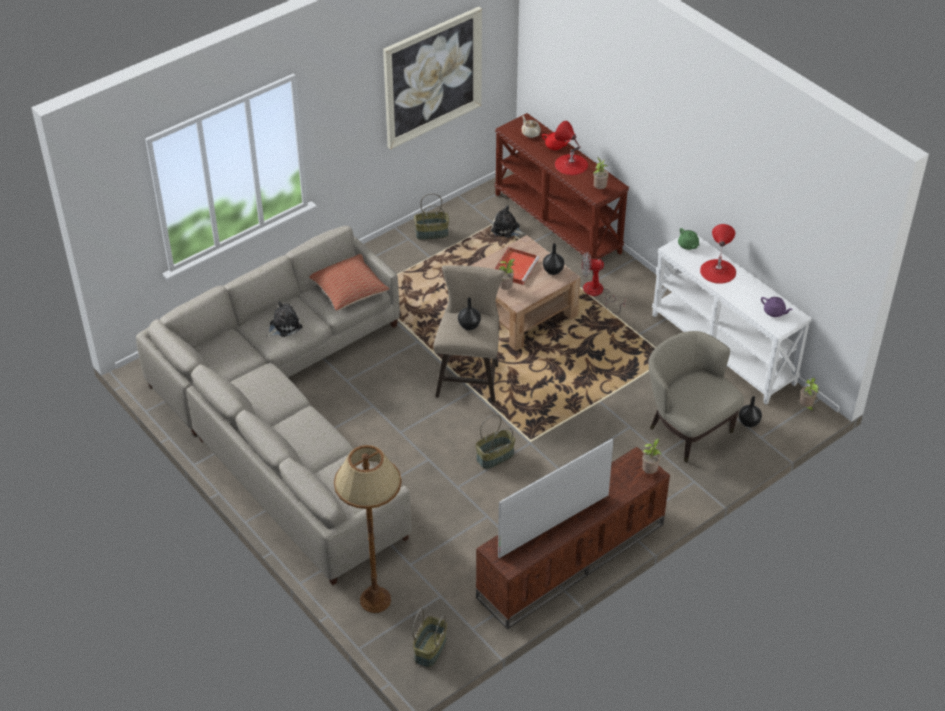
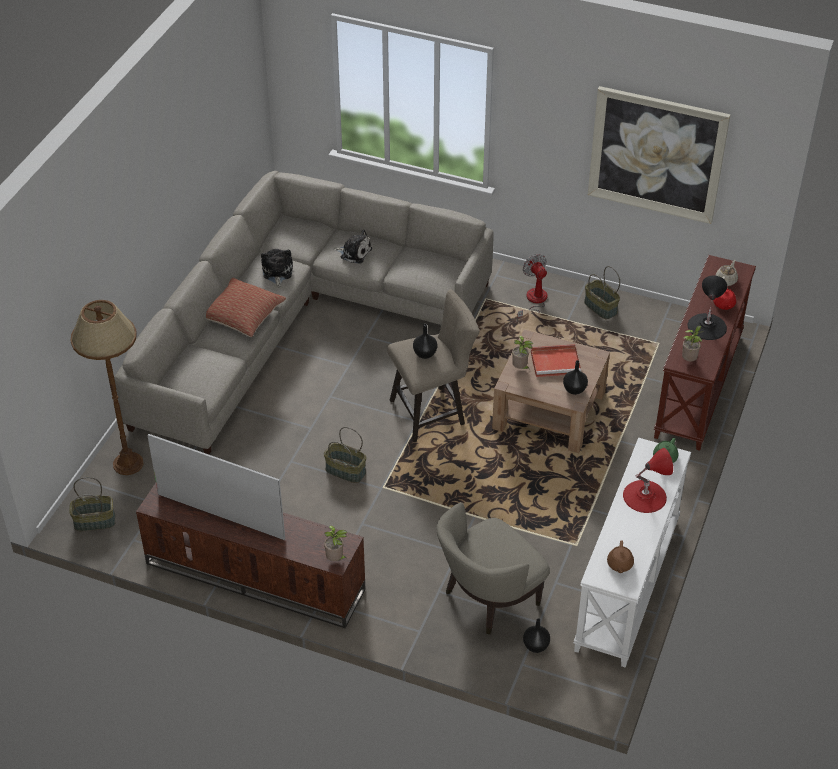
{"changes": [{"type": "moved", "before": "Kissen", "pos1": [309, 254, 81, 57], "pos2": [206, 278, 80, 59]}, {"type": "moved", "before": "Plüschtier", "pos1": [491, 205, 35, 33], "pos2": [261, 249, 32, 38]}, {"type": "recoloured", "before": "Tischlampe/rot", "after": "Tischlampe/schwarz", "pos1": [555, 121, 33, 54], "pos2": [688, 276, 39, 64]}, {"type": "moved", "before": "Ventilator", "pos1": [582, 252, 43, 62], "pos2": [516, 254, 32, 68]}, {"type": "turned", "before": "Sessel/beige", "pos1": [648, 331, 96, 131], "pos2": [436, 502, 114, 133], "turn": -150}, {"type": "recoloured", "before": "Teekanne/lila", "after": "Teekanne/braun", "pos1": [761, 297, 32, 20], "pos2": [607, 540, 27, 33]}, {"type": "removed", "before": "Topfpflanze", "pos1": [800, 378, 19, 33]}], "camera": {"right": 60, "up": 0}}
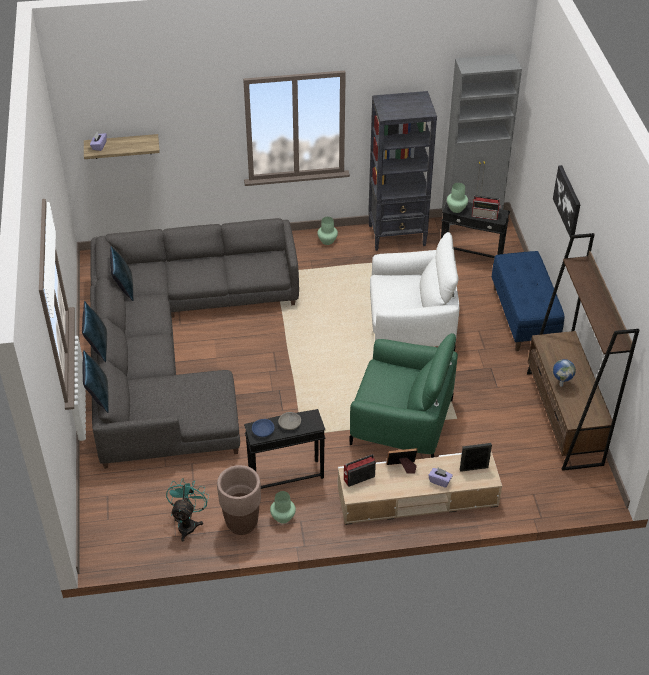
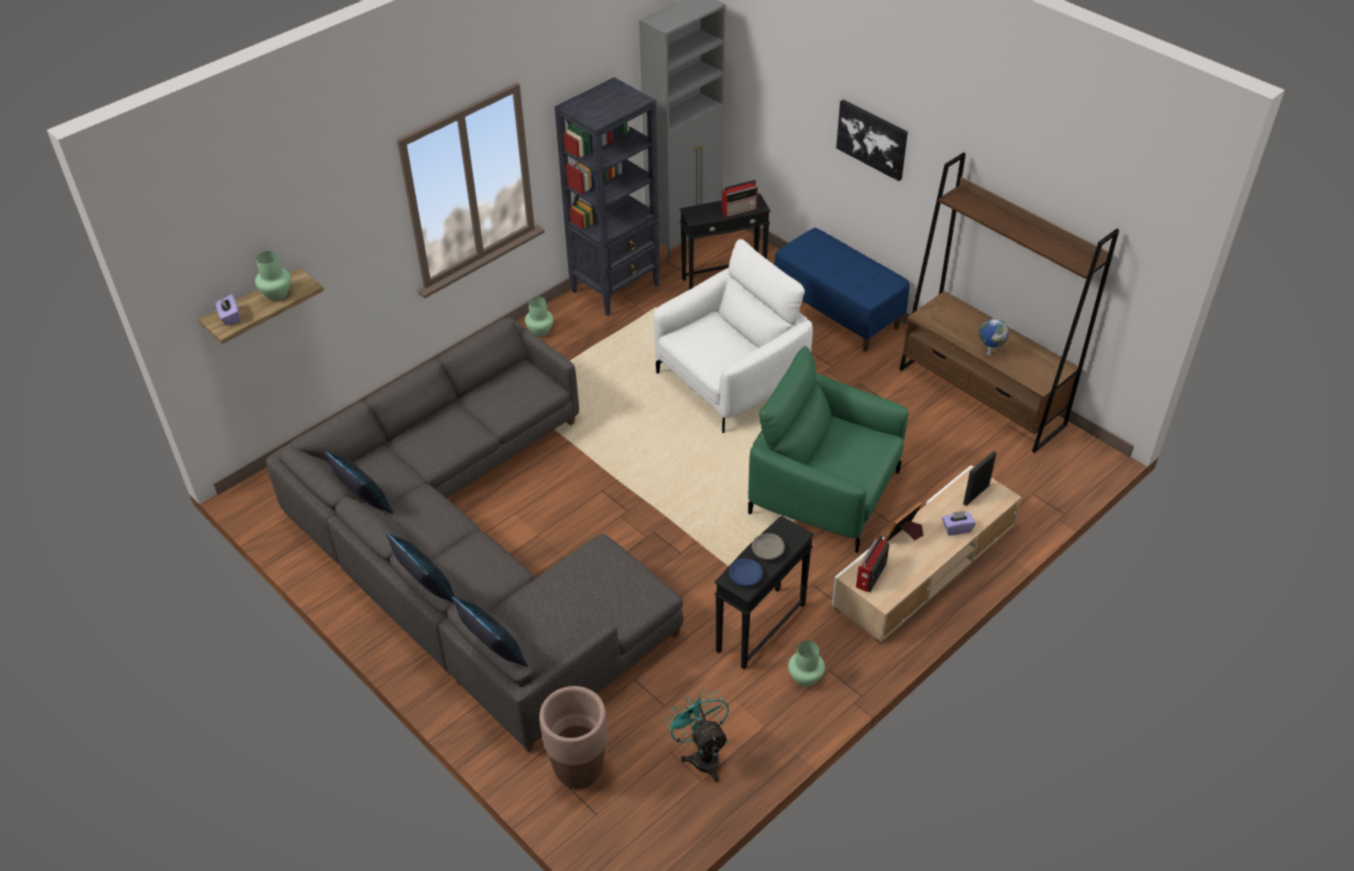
{"changes": [{"type": "moved", "before": "Pflanzkübel/braun", "pos1": [217, 465, 44, 70], "pos2": [539, 686, 68, 103]}, {"type": "turned", "before": "Sessel/grün", "pos1": [350, 333, 108, 125], "pos2": [748, 346, 160, 207], "turn": -135}, {"type": "moved", "before": "Vase/grün", "pos1": [447, 183, 21, 30], "pos2": [255, 251, 36, 50]}], "camera": {"right": -35, "up": 0}}
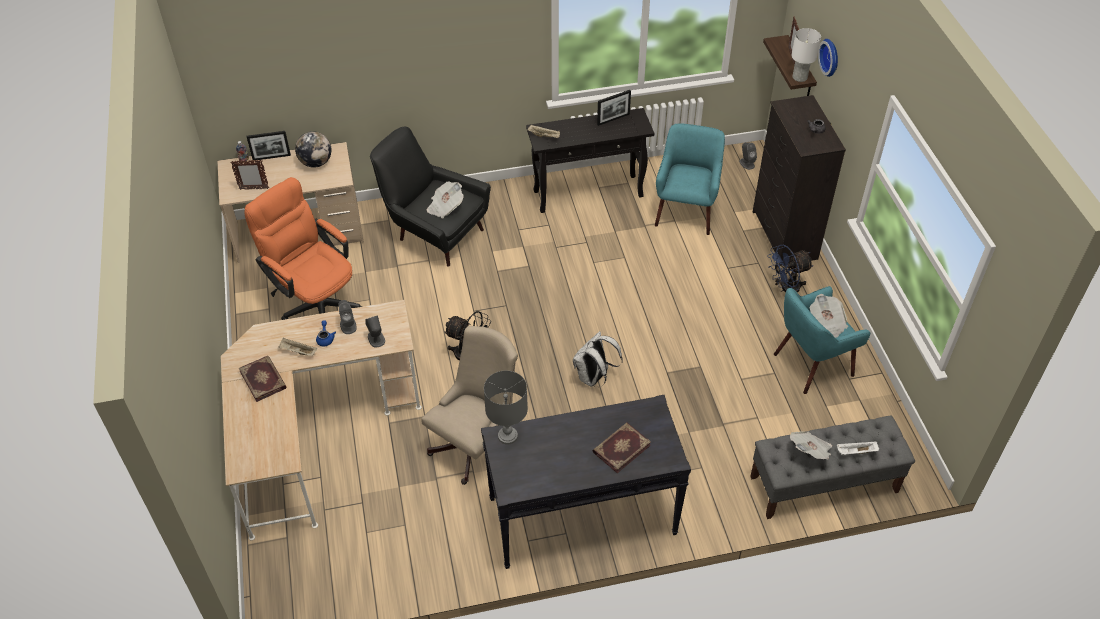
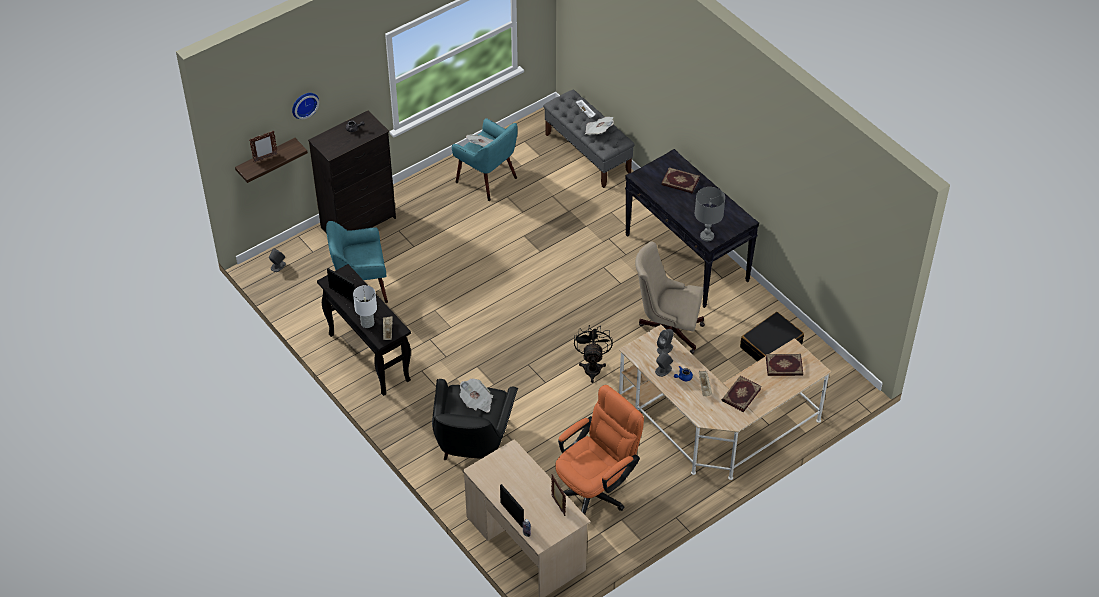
{"changes": [{"type": "turned", "before": "Bürostuhl/orange", "pos1": [244, 177, 118, 143], "pos2": [555, 385, 89, 130], "turn": -150}, {"type": "removed", "before": "Globus", "pos1": [295, 131, 36, 36]}, {"type": "removed", "before": "Rucksack/weiß", "pos1": [573, 331, 50, 56]}, {"type": "removed", "before": "Ventilator/blau", "pos1": [768, 245, 45, 48]}, {"type": "moved", "before": "Tischlampe/weiß", "pos1": [791, 28, 30, 54], "pos2": [353, 285, 24, 43]}, {"type": "added", "after": "Koffer/schwarz", "pos2": [740, 312, 64, 49]}, {"type": "added", "after": "Buch", "pos2": [766, 354, 37, 22]}], "camera": {"right": -115, "up": 0}}
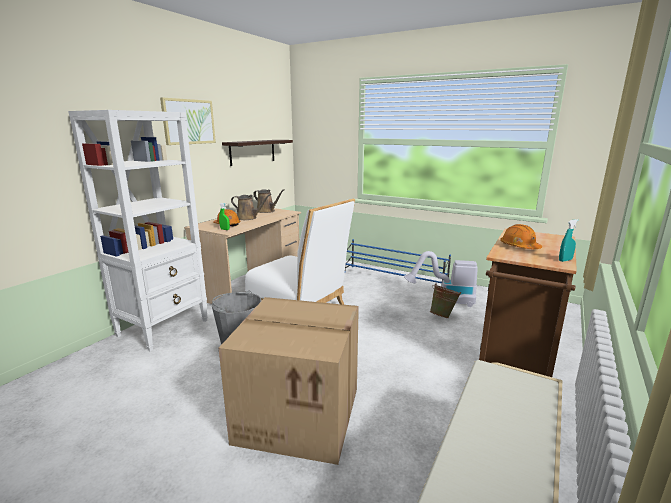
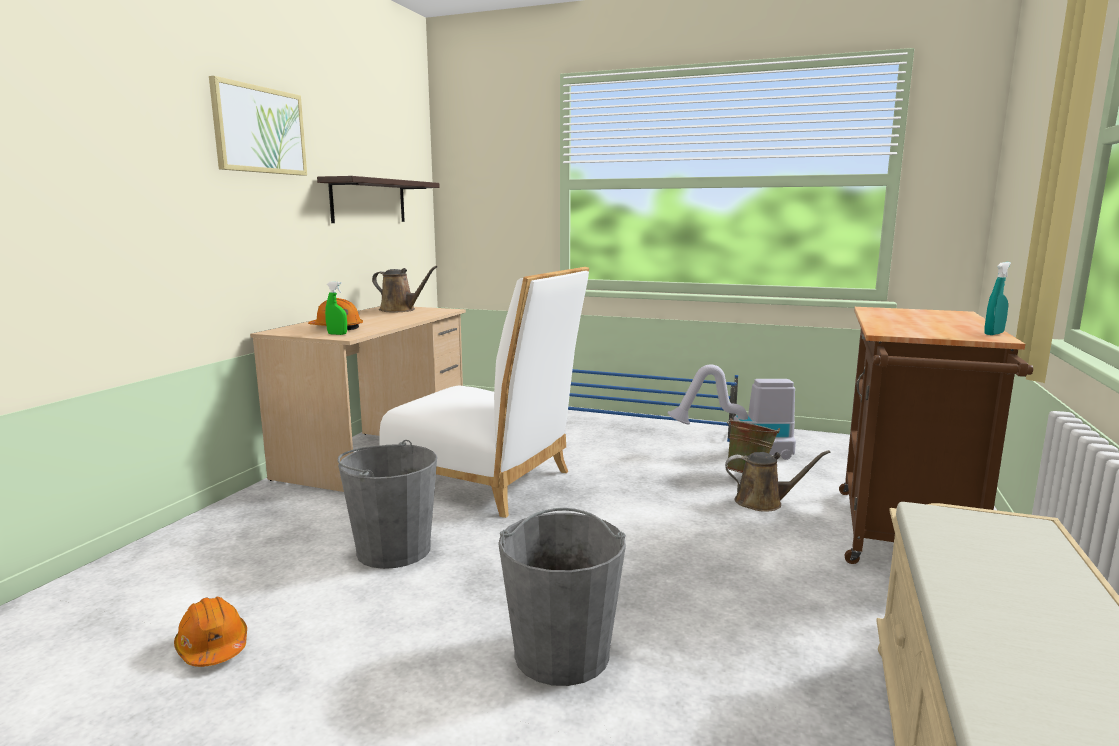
{"changes": [{"type": "removed", "before": "Bücherregal/weiß", "pos1": [68, 110, 140, 241]}, {"type": "replaced", "before": "Karton", "after": "Eimer/grau", "pos1": [219, 297, 140, 168], "pos2": [498, 508, 128, 178]}, {"type": "moved", "before": "Gießkanne/braun", "pos1": [231, 194, 40, 26], "pos2": [725, 450, 106, 62]}, {"type": "moved", "before": "Schutzhelm/orange", "pos1": [500, 224, 42, 25], "pos2": [174, 597, 73, 70]}], "camera": {"right": -10, "up": -5}}
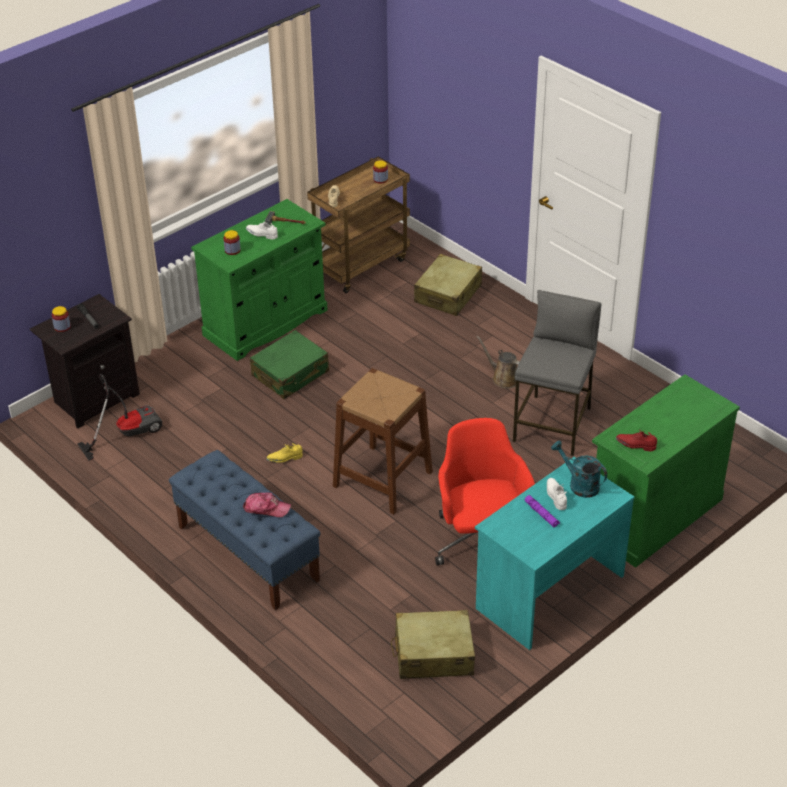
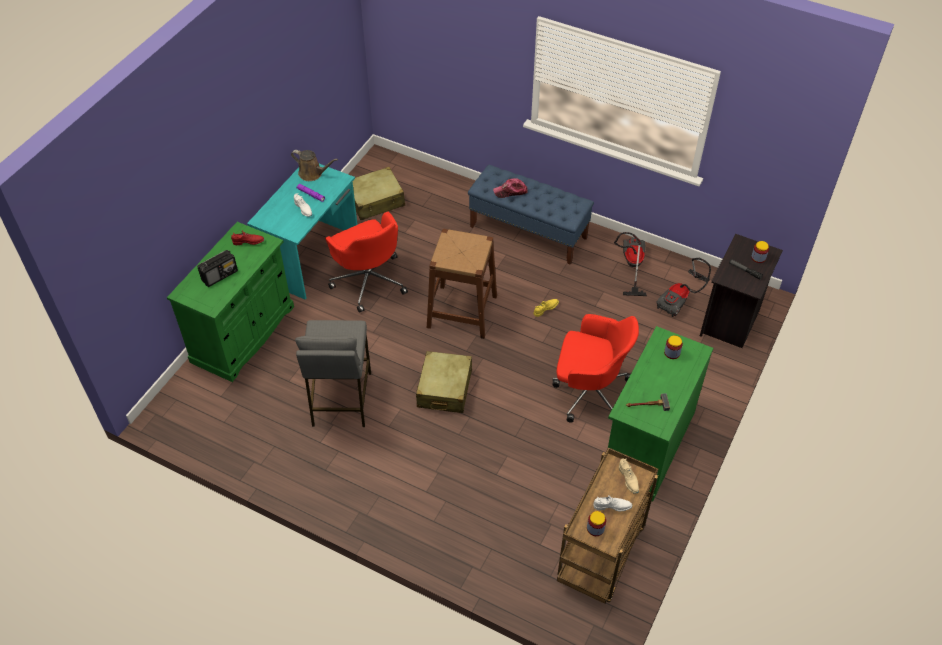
{"changes": [{"type": "moved", "before": "Schuh/weiß", "pos1": [246, 222, 32, 17], "pos2": [593, 495, 39, 16]}, {"type": "replaced", "before": "Koffer/grün", "after": "Bürostuhl/rot", "pos1": [250, 330, 79, 69], "pos2": [552, 314, 87, 109]}, {"type": "moved", "before": "Koffer/beige", "pos1": [414, 254, 68, 62], "pos2": [416, 351, 56, 62]}, {"type": "moved", "before": "Gießkanne/braun", "pos1": [476, 336, 44, 52], "pos2": [291, 150, 47, 31]}, {"type": "removed", "before": "Gießkanne/türkis", "pos1": [551, 440, 56, 58]}, {"type": "added", "after": "Radio", "pos2": [197, 250, 41, 37]}, {"type": "added", "after": "Staubsauger", "pos2": [614, 232, 33, 64]}], "camera": {"right": 160, "up": 10}}
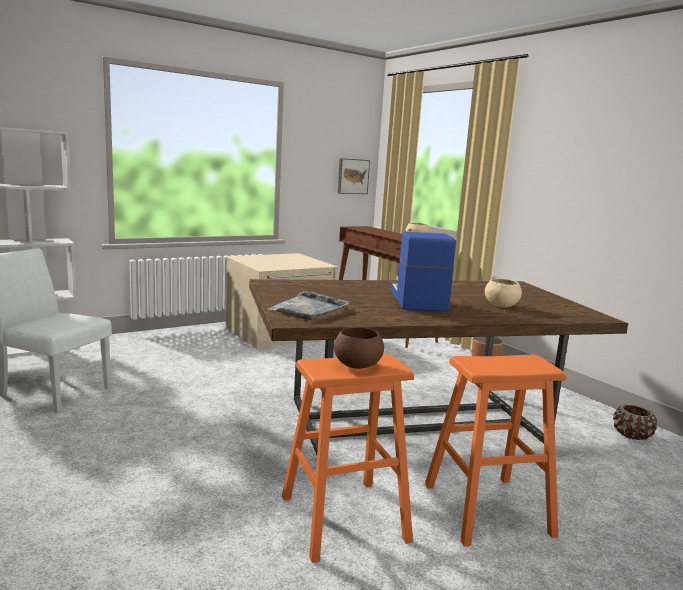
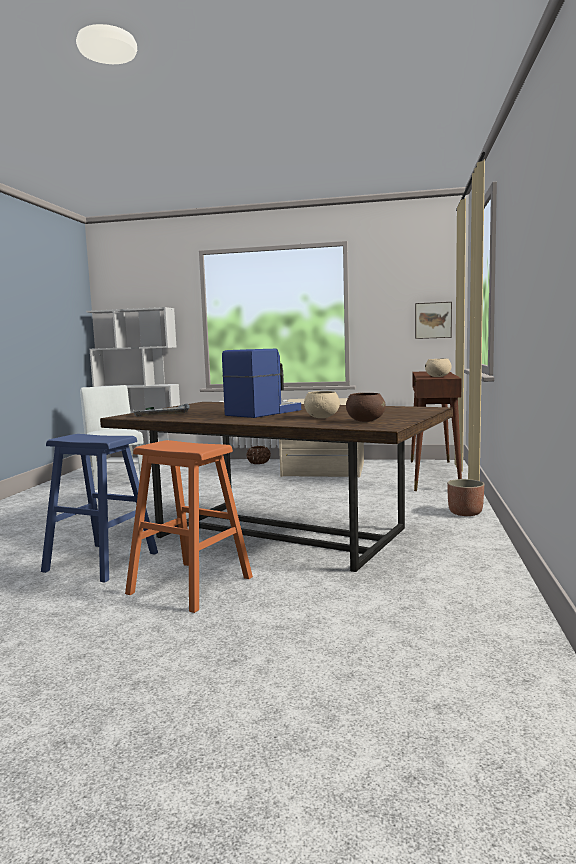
{"changes": [{"type": "recoloured", "before": "Hocker/orange", "after": "Hocker/blau", "pos1": [282, 353, 132, 210], "pos2": [41, 434, 117, 149]}, {"type": "moved", "before": "Schüssel/braun", "pos1": [334, 327, 50, 42], "pos2": [346, 393, 40, 29]}, {"type": "moved", "before": "Pflanzkübel/braun", "pos1": [613, 404, 44, 36], "pos2": [246, 446, 25, 18]}], "camera": {"right": 45, "up": -5}}
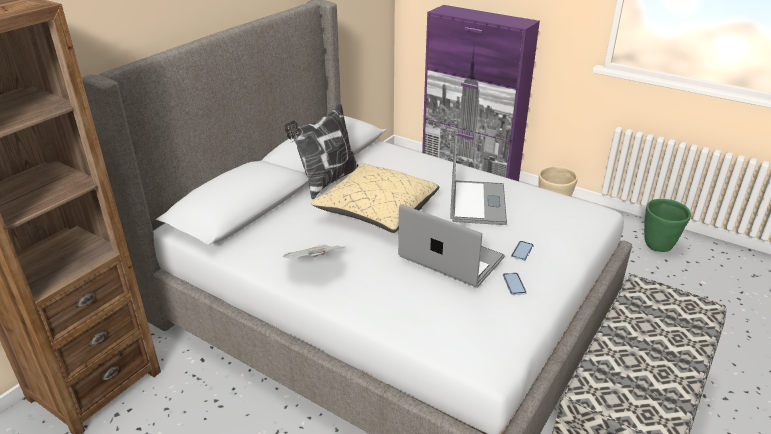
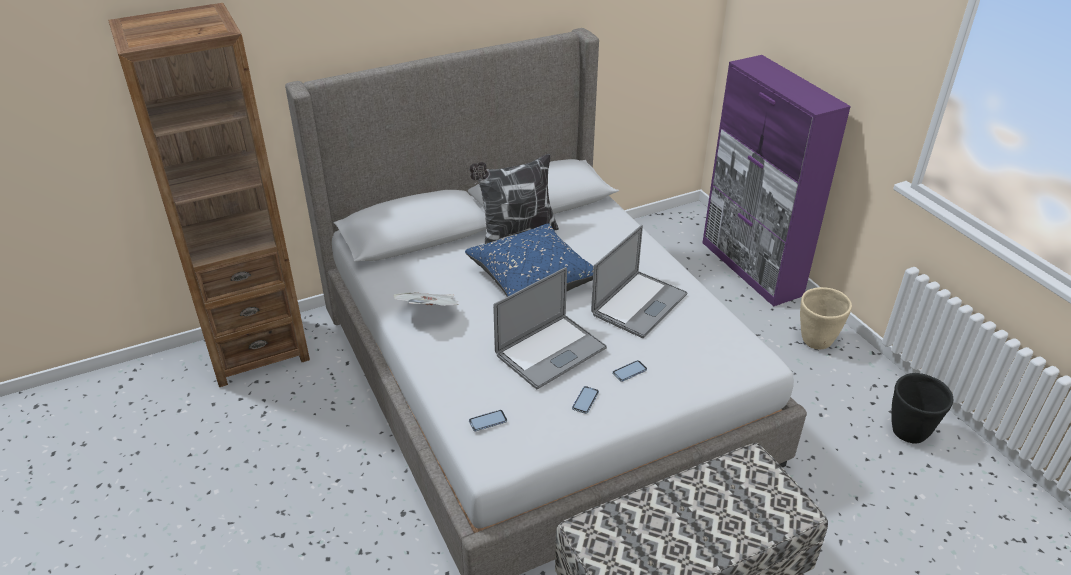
{"changes": [{"type": "recoloured", "before": "Kissen/beige", "after": "Kissen/blau", "pos1": [311, 163, 129, 70], "pos2": [465, 223, 129, 74]}, {"type": "turned", "before": "Laptop", "pos1": [398, 204, 106, 84], "pos2": [493, 267, 114, 122], "turn": 75}, {"type": "recoloured", "before": "Pflanzkübel/grün", "after": "Pflanzkübel/schwarz", "pos1": [644, 199, 47, 53], "pos2": [891, 373, 62, 71]}, {"type": "added", "after": "Handy", "pos2": [469, 410, 38, 21]}], "camera": {"right": 30, "up": 5}}
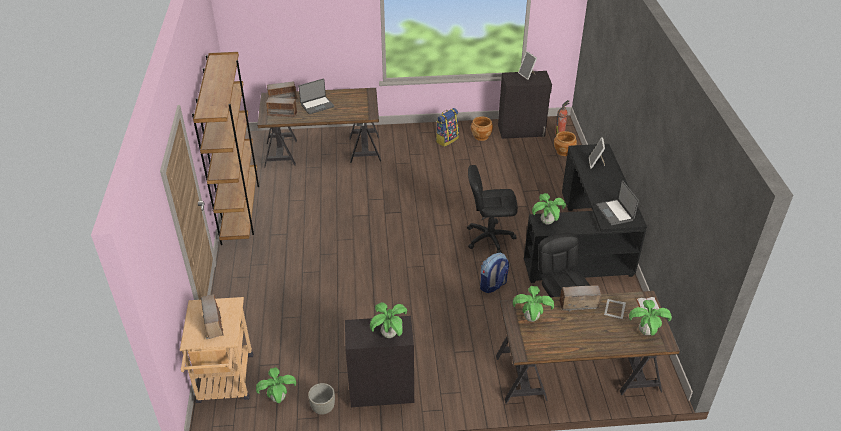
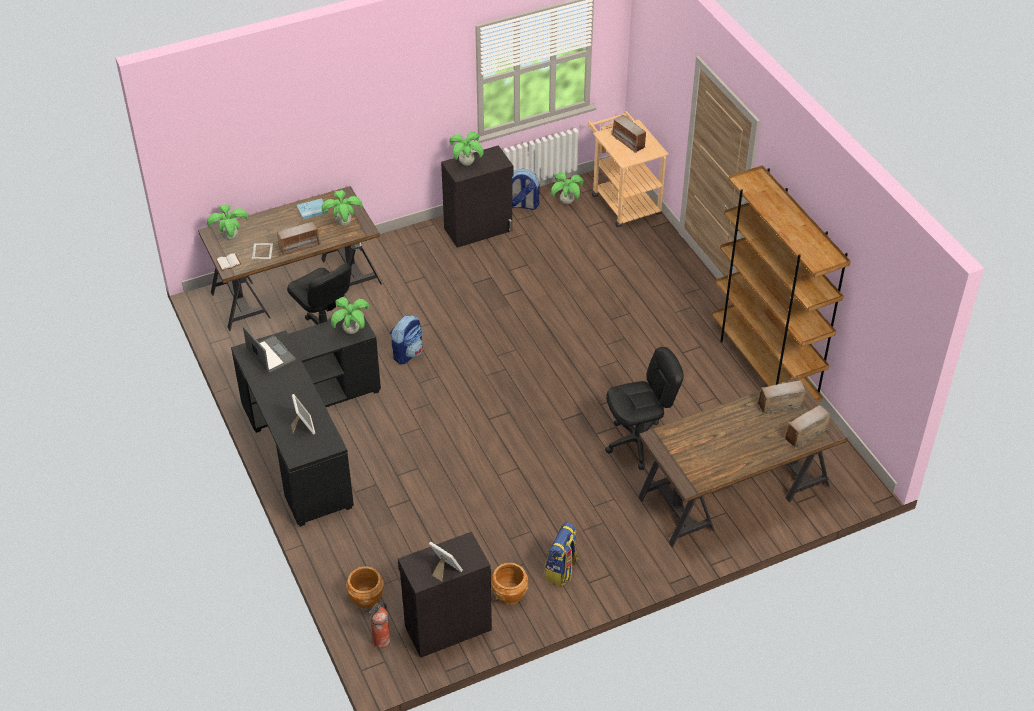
{"changes": [{"type": "removed", "before": "Laptop", "pos1": [298, 78, 36, 36]}, {"type": "replaced", "before": "Pflanzkübel/grau", "after": "Rucksack", "pos1": [308, 383, 27, 32], "pos2": [512, 169, 28, 41]}, {"type": "moved", "before": "Bürostuhl/schwarz", "pos1": [467, 165, 51, 88], "pos2": [605, 347, 79, 123]}, {"type": "added", "after": "Buch/blau", "pos2": [297, 198, 31, 22]}], "camera": {"right": 160, "up": 5}}
